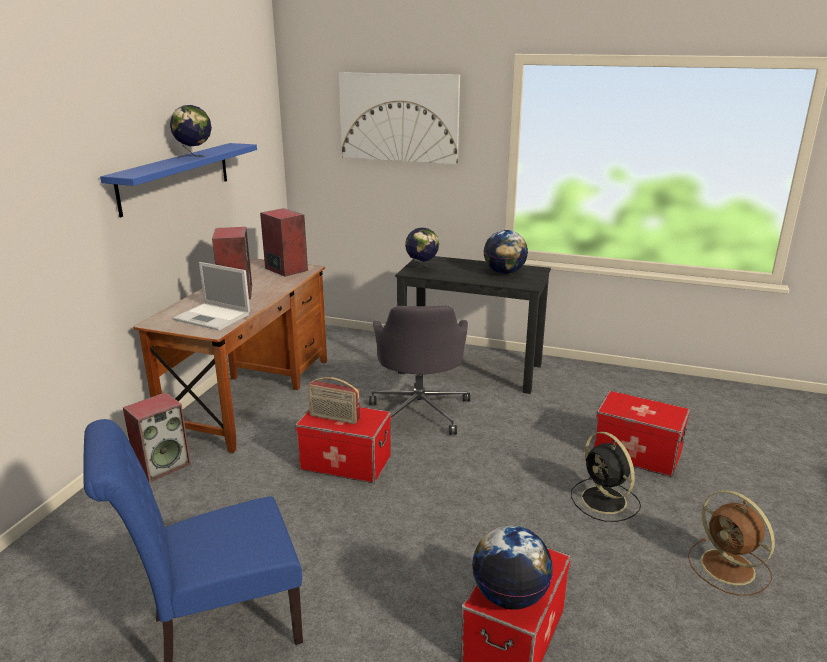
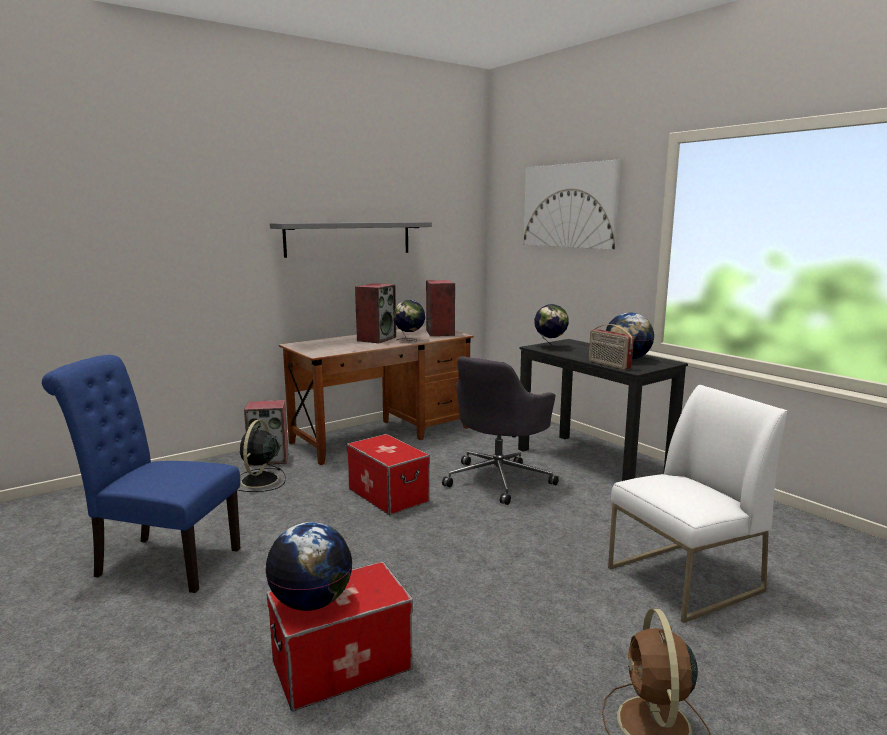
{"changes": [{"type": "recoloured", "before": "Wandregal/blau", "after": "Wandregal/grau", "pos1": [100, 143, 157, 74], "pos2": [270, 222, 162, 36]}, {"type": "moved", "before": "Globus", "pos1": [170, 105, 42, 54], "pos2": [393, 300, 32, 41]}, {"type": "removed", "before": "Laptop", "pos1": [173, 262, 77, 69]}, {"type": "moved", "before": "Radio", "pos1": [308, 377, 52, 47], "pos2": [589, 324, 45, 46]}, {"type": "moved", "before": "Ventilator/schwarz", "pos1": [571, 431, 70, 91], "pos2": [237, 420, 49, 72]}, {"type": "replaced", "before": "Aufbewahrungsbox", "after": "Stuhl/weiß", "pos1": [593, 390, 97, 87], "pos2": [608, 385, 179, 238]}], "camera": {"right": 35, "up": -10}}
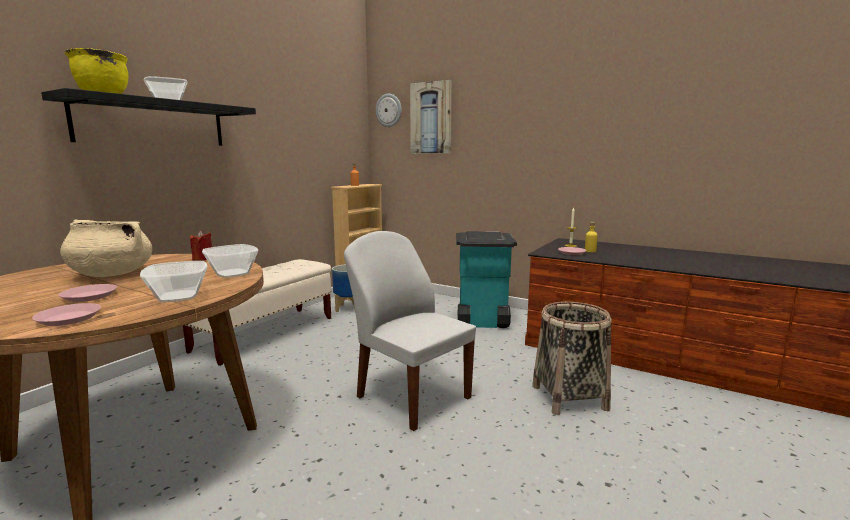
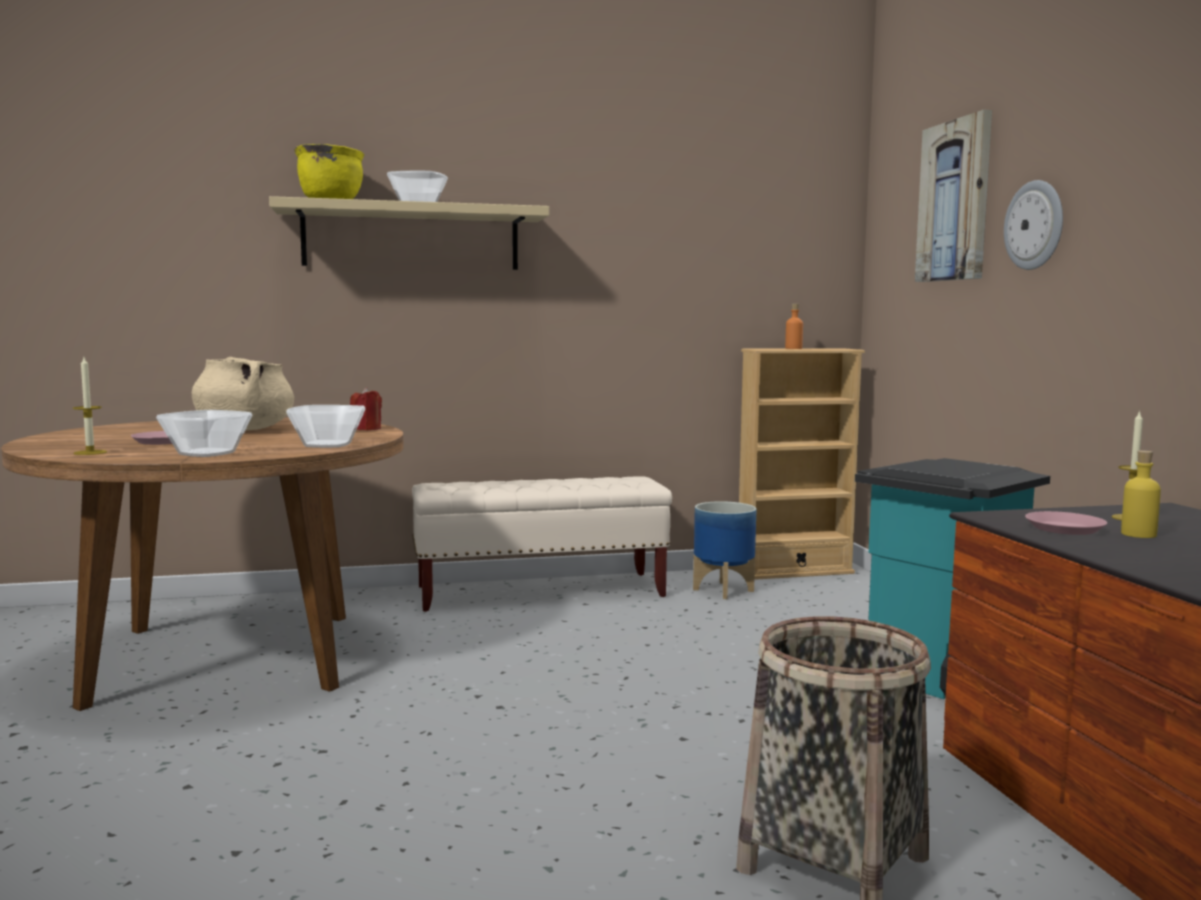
{"changes": [{"type": "replaced", "before": "Teller/rosa", "after": "Kerze", "pos1": [32, 303, 69, 23], "pos2": [73, 357, 34, 98]}, {"type": "recoloured", "before": "Wandregal/schwarz", "after": "Wandregal/beige", "pos1": [41, 88, 215, 58], "pos2": [269, 196, 280, 74]}, {"type": "removed", "before": "Stuhl/weiß", "pos1": [344, 231, 132, 200]}, {"type": "moved", "before": "Wanduhr", "pos1": [376, 94, 26, 33], "pos2": [1004, 180, 59, 90]}], "camera": {"right": 45, "up": -5}}
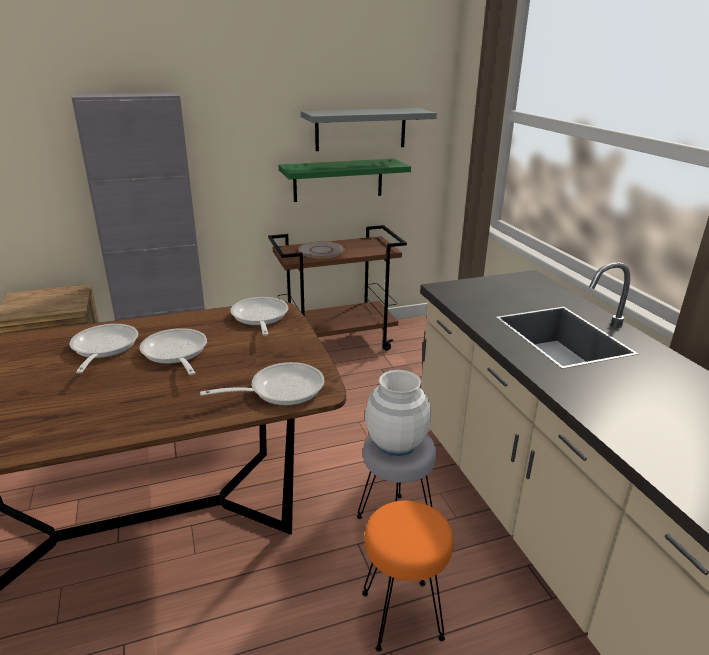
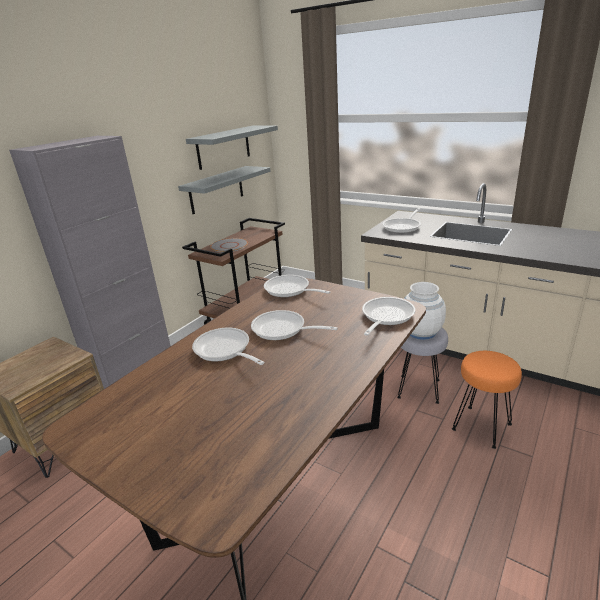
{"changes": [{"type": "recoloured", "before": "Wandregal/grün", "after": "Wandregal/grau", "pos1": [279, 159, 132, 43], "pos2": [178, 166, 93, 48]}, {"type": "added", "after": "Pfanne", "pos2": [382, 208, 39, 25]}], "camera": {"right": -35, "up": 0}}
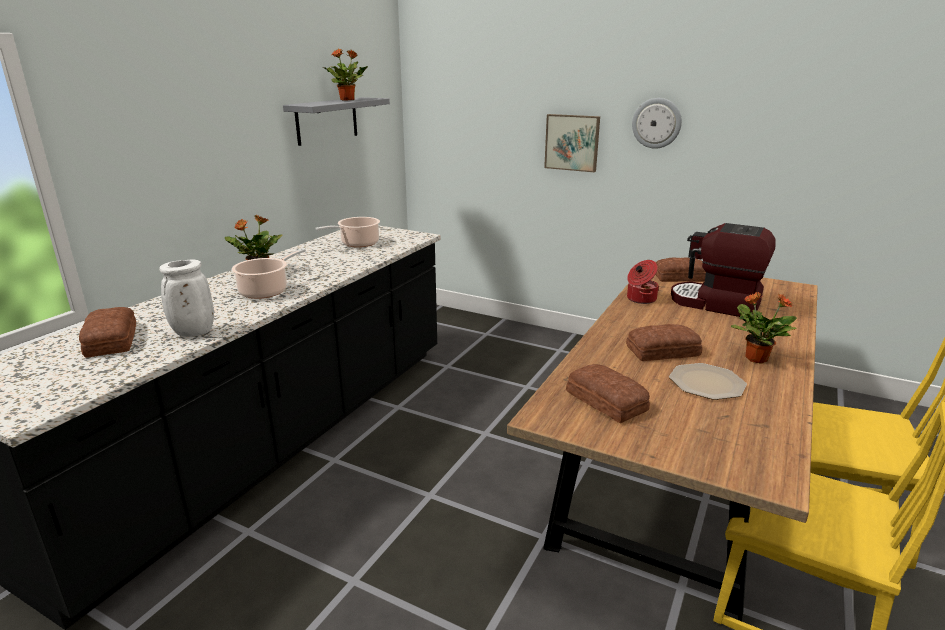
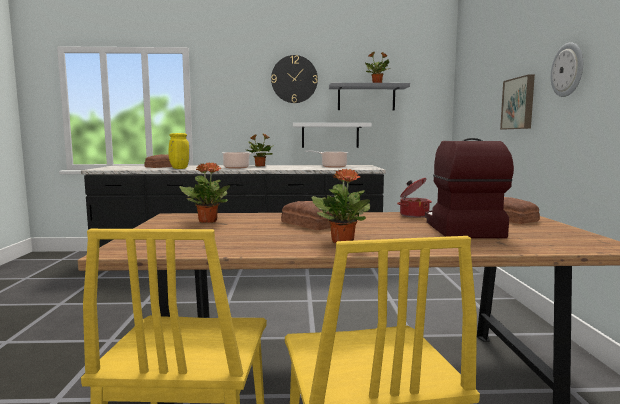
{"changes": [{"type": "recoloured", "before": "Vase/weiß", "after": "Vase/gelb", "pos1": [159, 259, 55, 78], "pos2": [169, 133, 20, 36]}, {"type": "replaced", "before": "Brot", "after": "Topfpflanze", "pos1": [566, 364, 84, 59], "pos2": [179, 162, 51, 61]}, {"type": "removed", "before": "Teller", "pos1": [669, 363, 78, 37]}, {"type": "added", "after": "Wanduhr", "pos2": [271, 55, 47, 48]}, {"type": "added", "after": "Wandregal/weiß", "pos2": [293, 123, 79, 25]}], "camera": {"right": 60, "up": -15}}
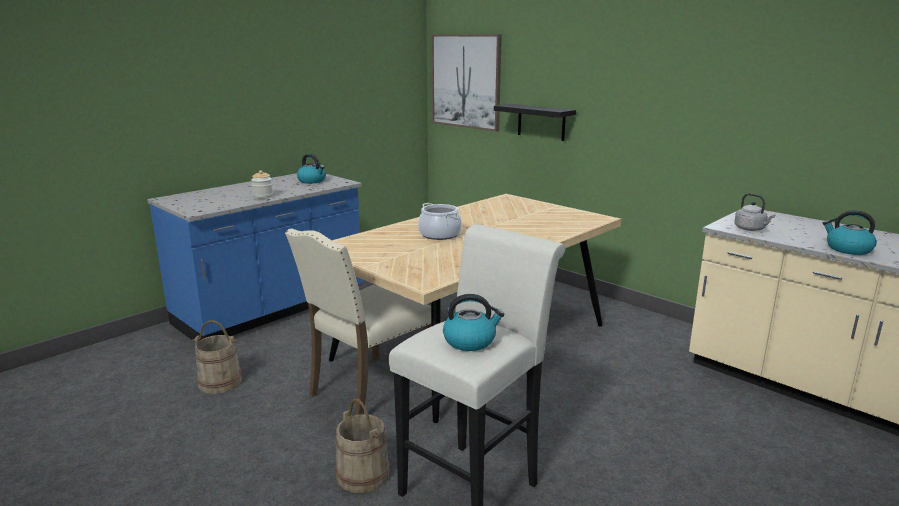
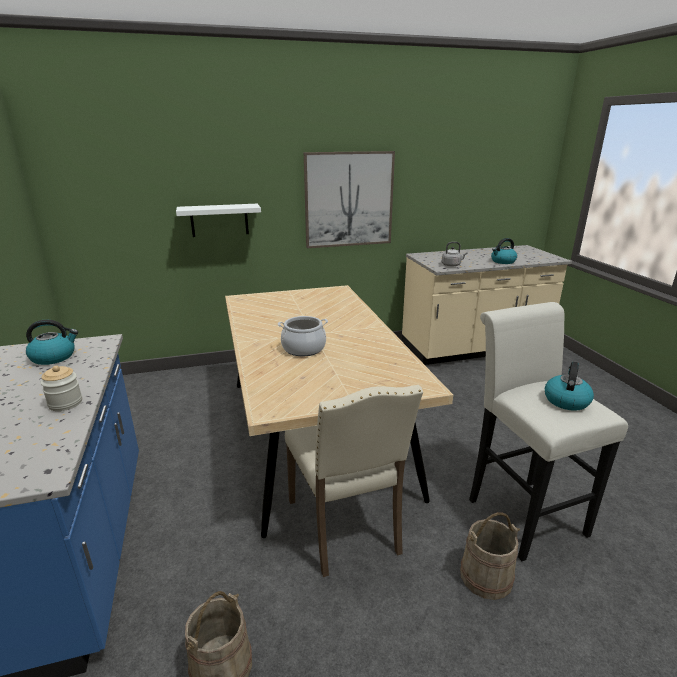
{"changes": [{"type": "moved", "before": "Bild", "pos1": [431, 34, 71, 98], "pos2": [304, 151, 91, 97]}, {"type": "recoloured", "before": "Wandregal/schwarz", "after": "Wandregal/weiß", "pos1": [494, 104, 82, 37], "pos2": [176, 204, 85, 33]}], "camera": {"right": -60, "up": 5}}
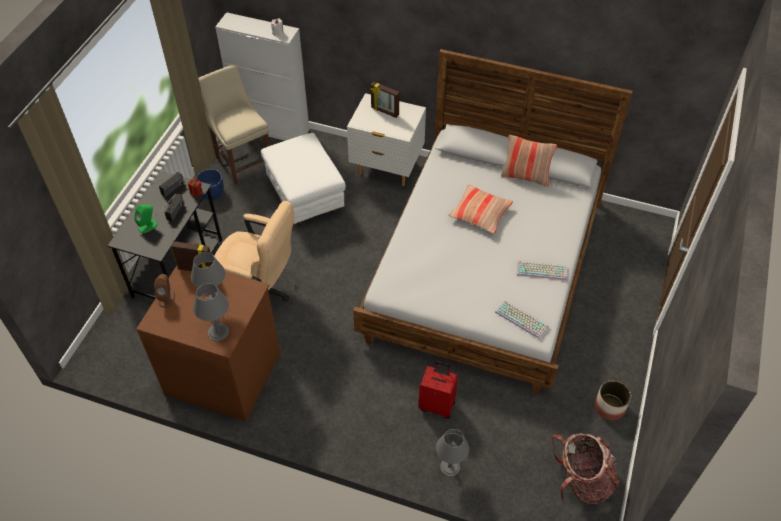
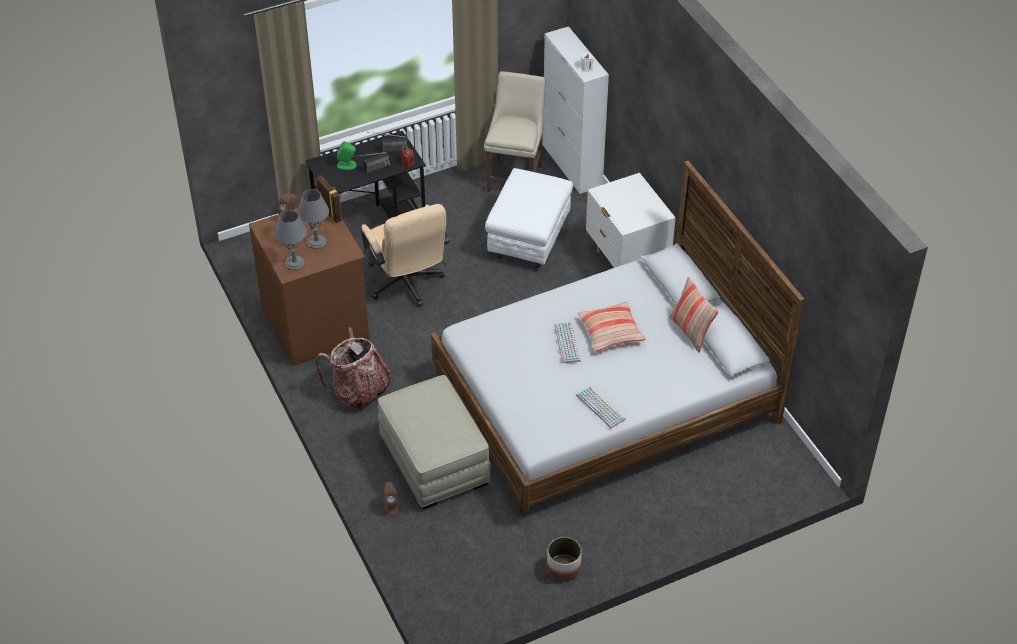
{"changes": [{"type": "removed", "before": "Pflanzkübel/blau", "pos1": [196, 169, 28, 31]}, {"type": "removed", "before": "Bilderrahmen", "pos1": [370, 82, 29, 36]}, {"type": "replaced", "before": "Koffer/rot", "after": "Polsterhocker/beige", "pos1": [418, 361, 40, 58], "pos2": [378, 375, 113, 134]}, {"type": "replaced", "before": "Tischlampe/grau", "after": "Lautsprecher/braun", "pos1": [436, 429, 33, 48], "pos2": [383, 482, 16, 33]}, {"type": "moved", "before": "Tastatur", "pos1": [495, 300, 54, 39], "pos2": [554, 322, 27, 41]}, {"type": "moved", "before": "Rucksack", "pos1": [552, 433, 67, 71], "pos2": [315, 327, 76, 83]}], "camera": {"right": 45, "up": -5}}
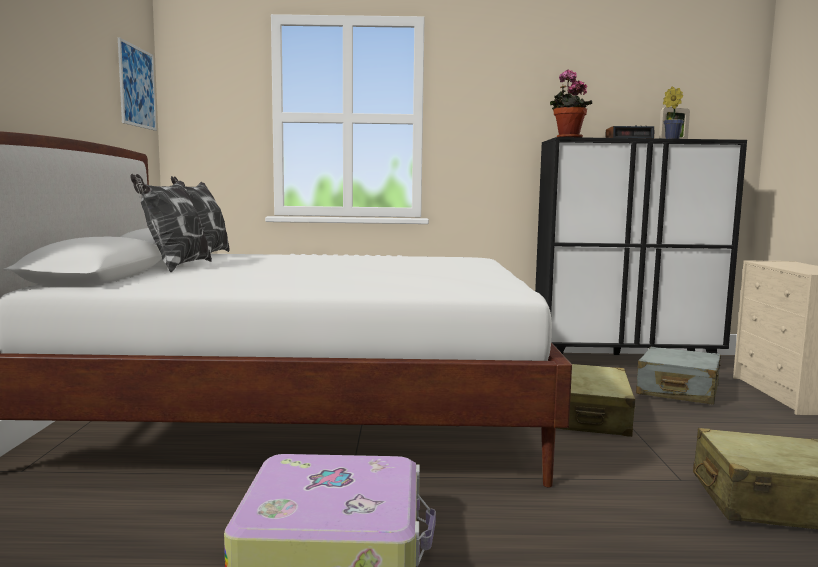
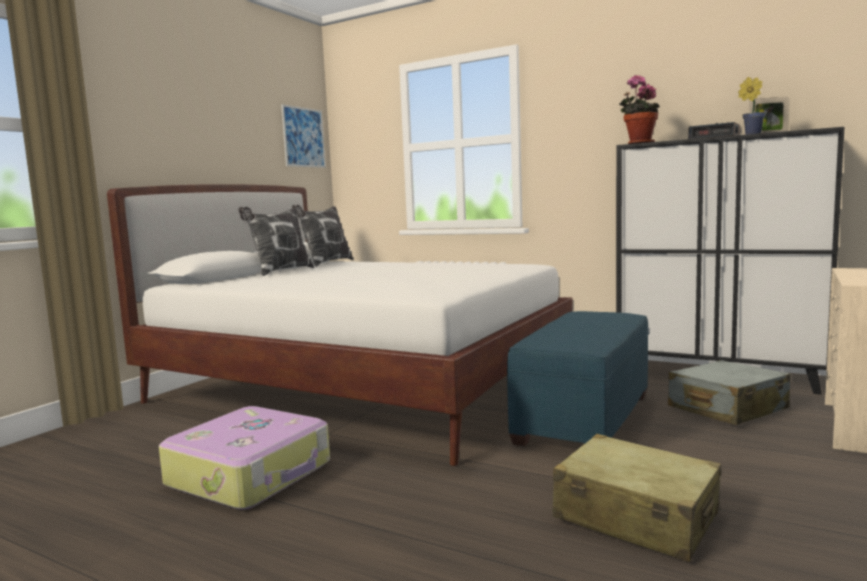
{"changes": [{"type": "replaced", "before": "Koffer/beige", "after": "Polsterhocker/blau", "pos1": [557, 364, 79, 73], "pos2": [507, 311, 142, 135]}], "camera": {"right": 30, "up": 0}}
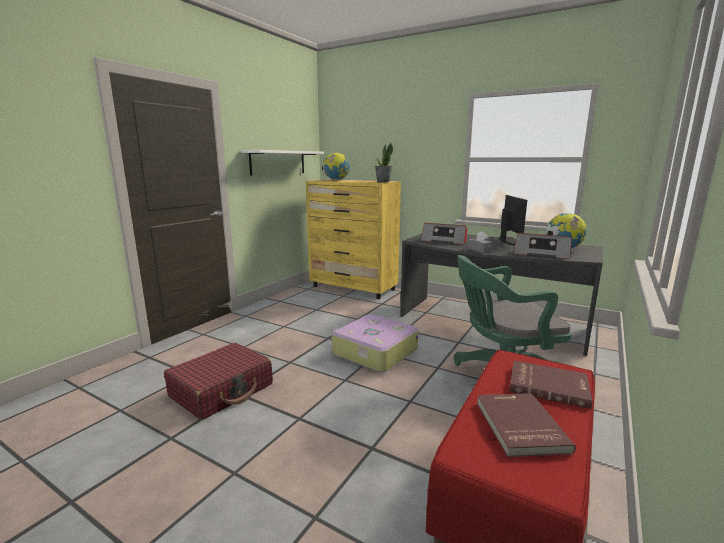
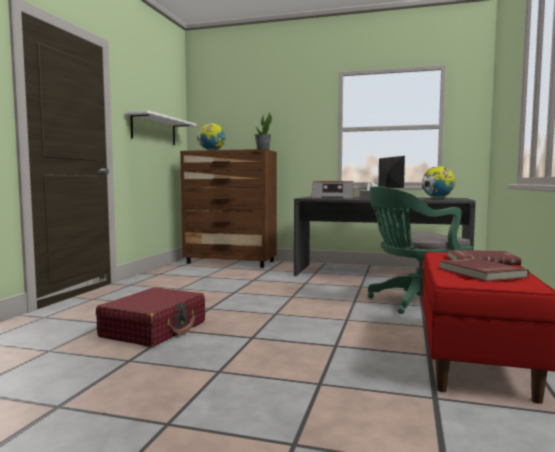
{"changes": [{"type": "recoloured", "before": "Kommode/gelb", "after": "Kommode/braun", "pos1": [306, 179, 95, 120], "pos2": [180, 149, 97, 119]}, {"type": "removed", "before": "Koffer", "pos1": [332, 314, 86, 58]}, {"type": "removed", "before": "Radio", "pos1": [514, 233, 58, 26]}], "camera": {"right": -15, "up": -10}}
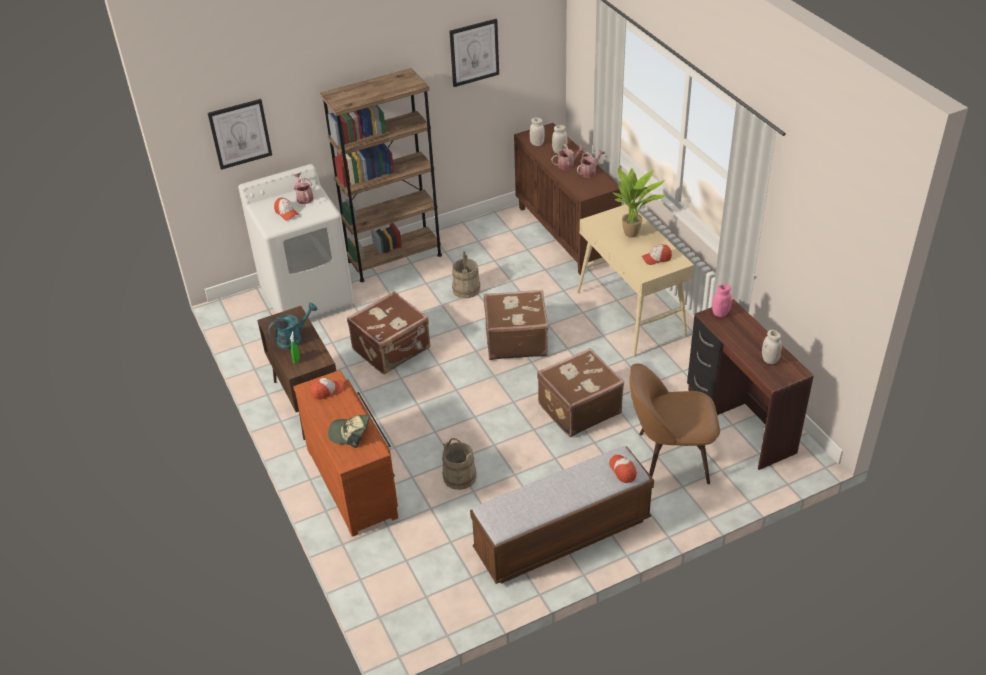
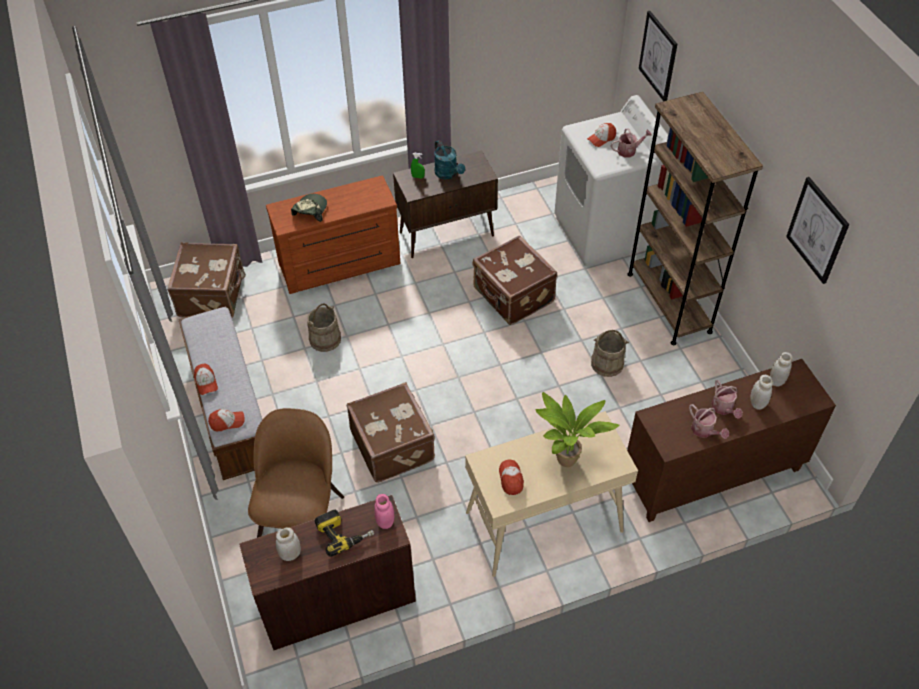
{"changes": [{"type": "moved", "before": "Kappe", "pos1": [311, 378, 33, 22], "pos2": [194, 364, 24, 31]}, {"type": "moved", "before": "Koffer/braun", "pos1": [484, 290, 64, 70], "pos2": [167, 242, 79, 76]}, {"type": "added", "after": "Bohrmaschine", "pos2": [315, 510, 59, 46]}], "camera": {"right": 95, "up": 10}}
